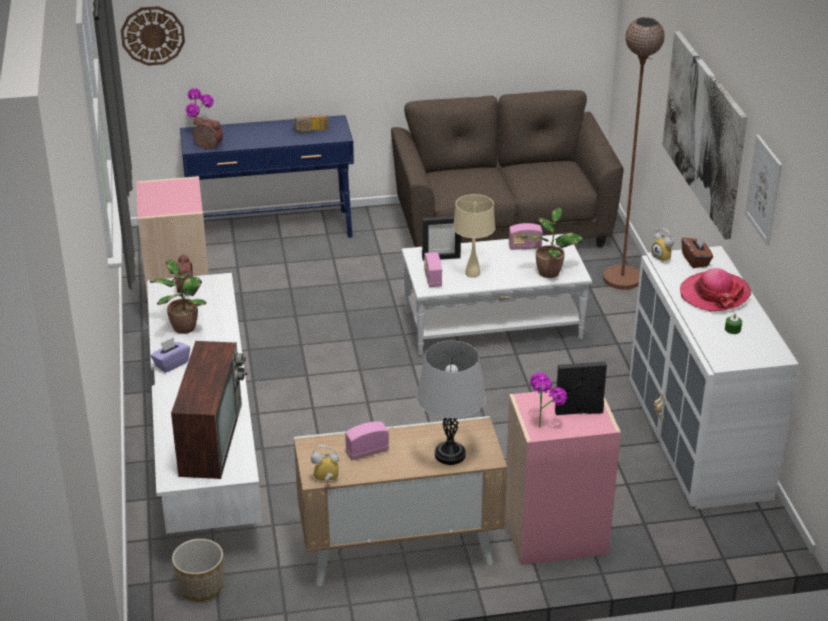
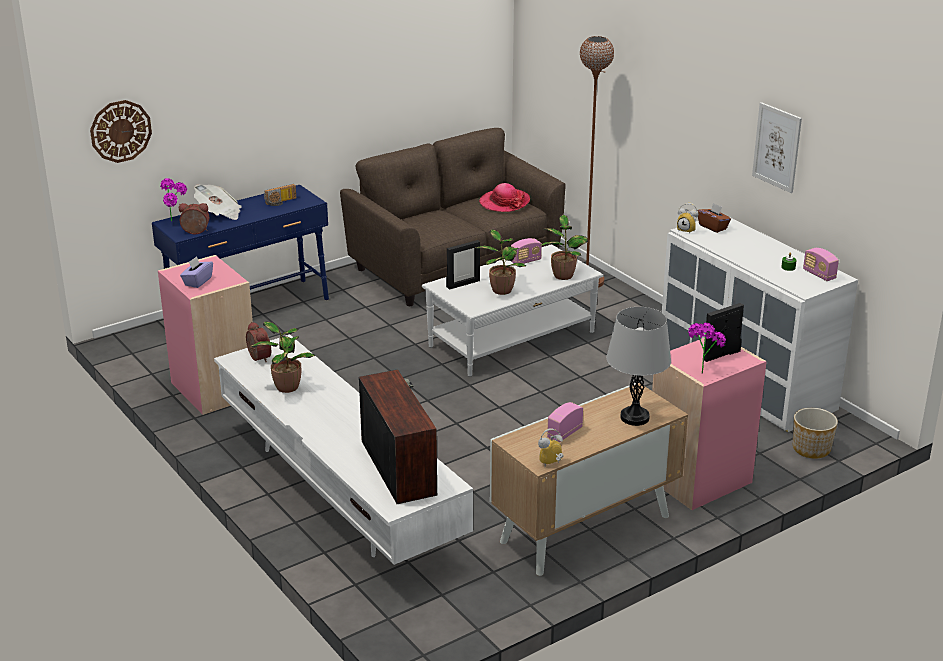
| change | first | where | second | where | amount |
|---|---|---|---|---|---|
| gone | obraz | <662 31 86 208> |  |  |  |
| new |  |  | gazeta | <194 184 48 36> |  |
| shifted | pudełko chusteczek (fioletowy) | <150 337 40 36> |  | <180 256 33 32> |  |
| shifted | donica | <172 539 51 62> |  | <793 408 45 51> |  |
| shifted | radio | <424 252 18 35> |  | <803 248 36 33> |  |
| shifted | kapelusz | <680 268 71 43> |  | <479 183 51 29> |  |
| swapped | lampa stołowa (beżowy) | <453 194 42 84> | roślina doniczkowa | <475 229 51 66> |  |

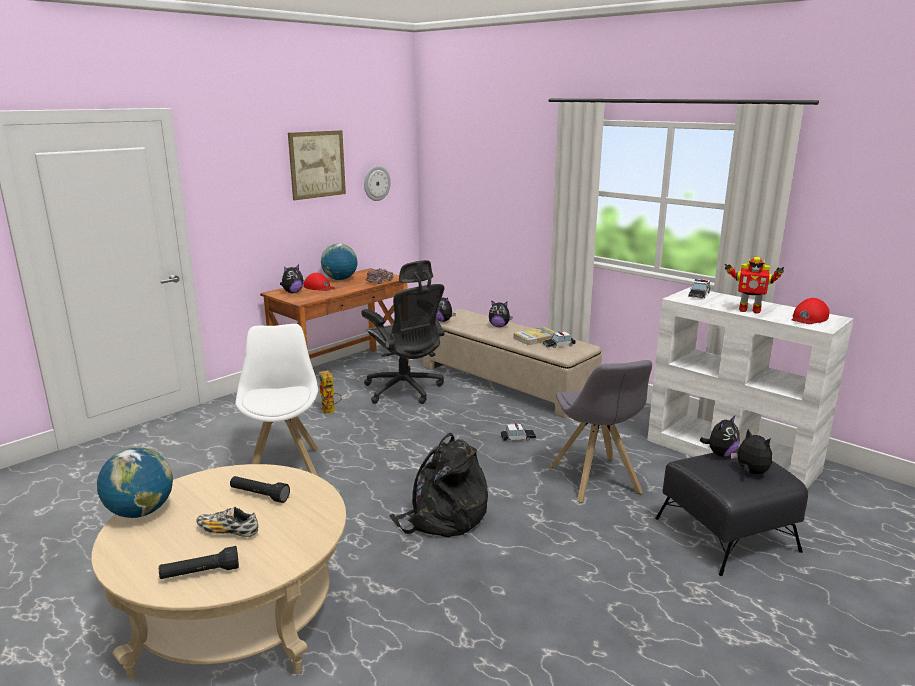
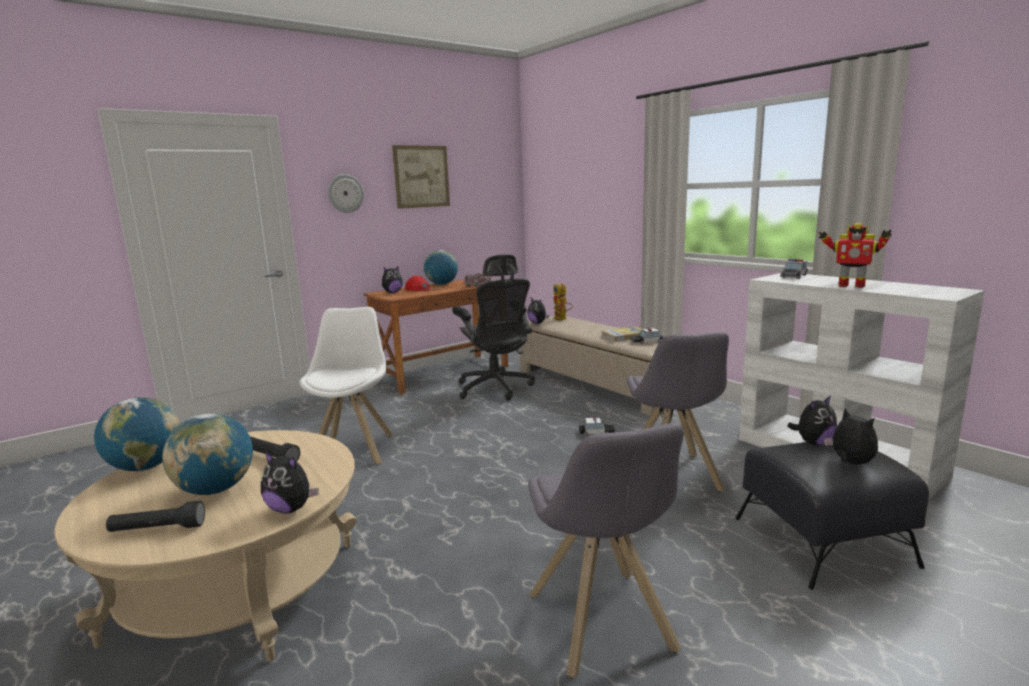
| change | first | where | second | where | amount |
|---|---|---|---|---|---|
| gone | plecak (czarny) | <389 432 99 106> |  |  |  |
| gone | czapka z daszkiem (czerwony) | <792 298 37 26> |  |  |  |
| new |  |  | krzesło (szary) | <528 423 156 256> |  |
| shifted | robot zabawkowy | <319 370 23 44> |  | <553 284 20 37> |  |
| shifted | zegar ścienny | <364 166 27 35> |  | <328 174 36 39> |  |
| shifted | pluszak | <489 301 24 26> |  | <261 452 58 61> |  |
| swapped | but | <196 507 62 30> | globus | <162 413 91 82> |  |

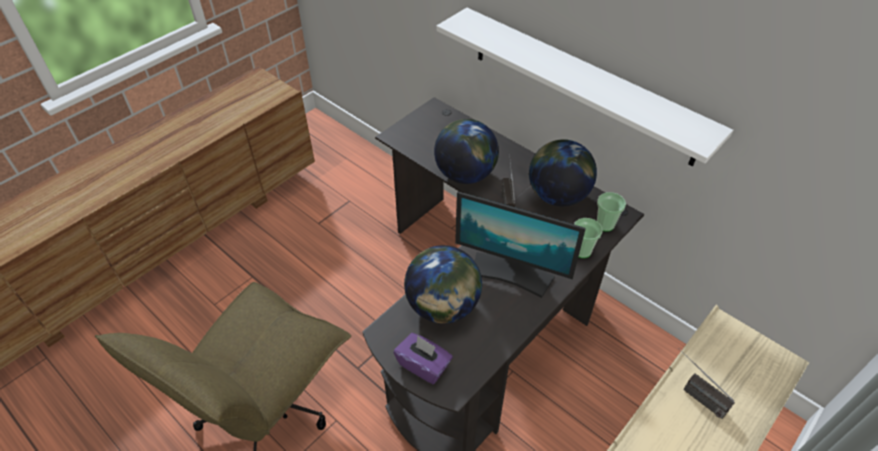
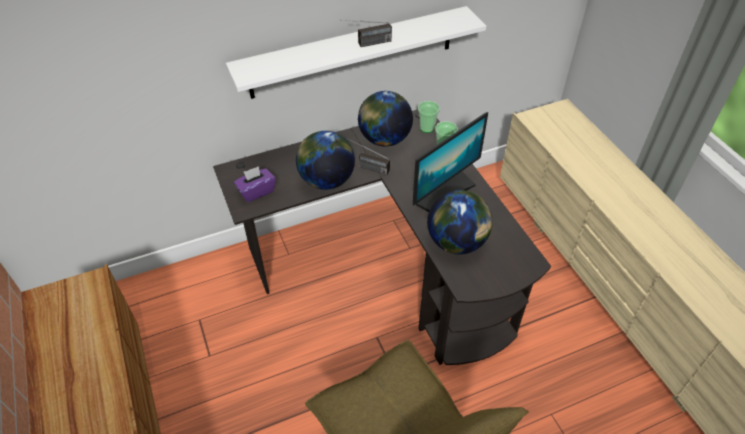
| change | first | where | second | where | amount |
|---|---|---|---|---|---|
| shifted | pudełko chusteczek (fioletowy) | <394 333 59 51> |  | <234 166 42 36> |  |
| shifted | radio | <679 349 56 70> |  | <340 20 52 27> |  |

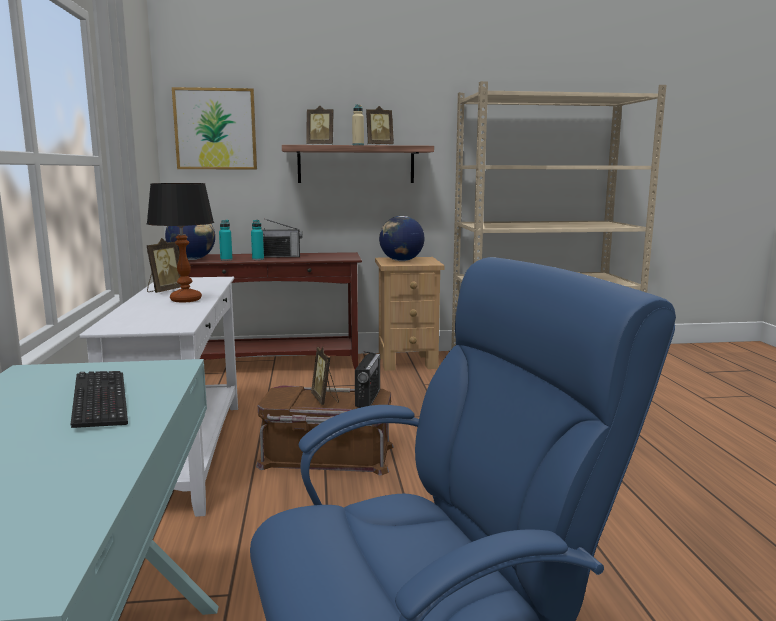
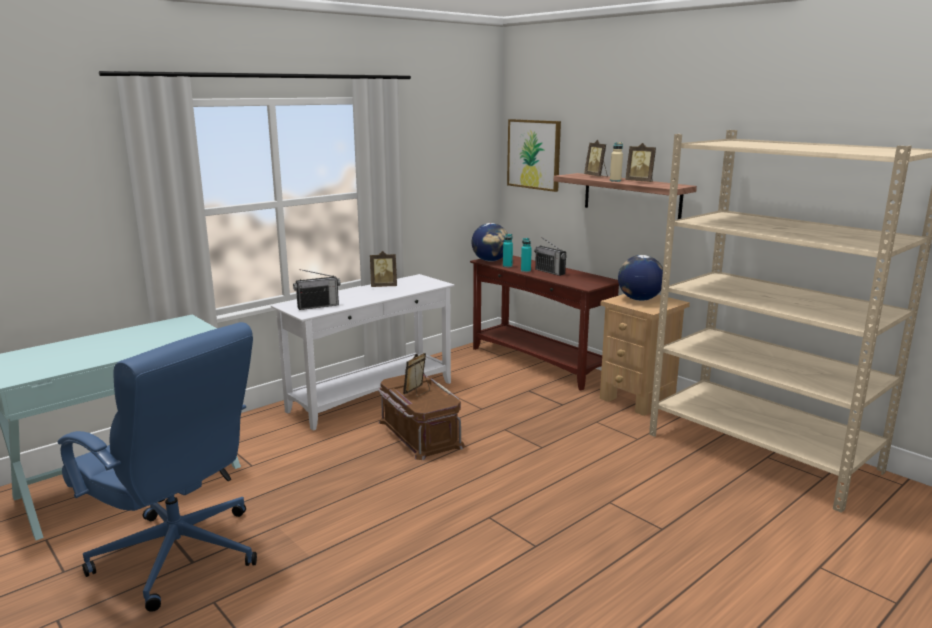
| change | first | where | second | where | amount |
|---|---|---|---|---|---|
| gone | klawiatura | <71 371 57 57> |  |  |  |
| gone | lampa stołowa | <147 183 67 120> |  |  |  |
| shifted | radio | <355 351 26 57> |  | <293 269 47 41> |  |

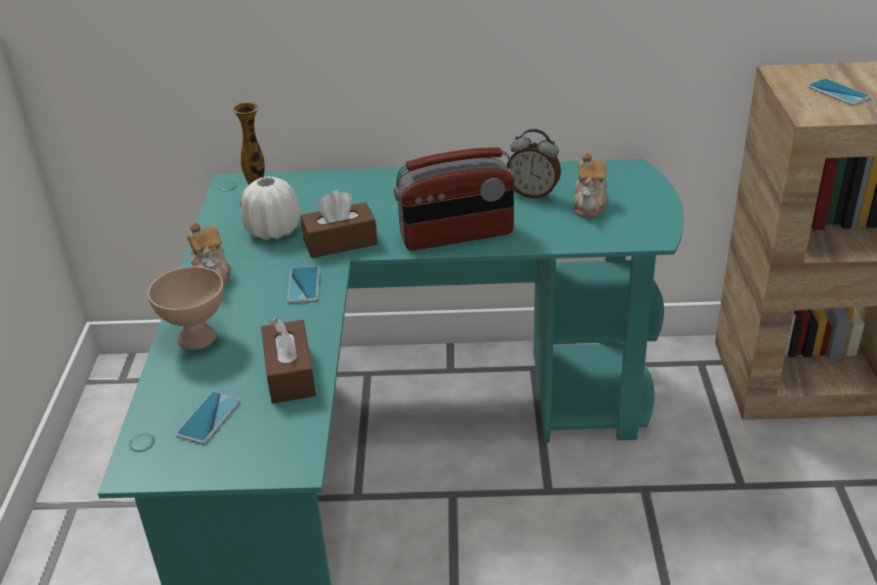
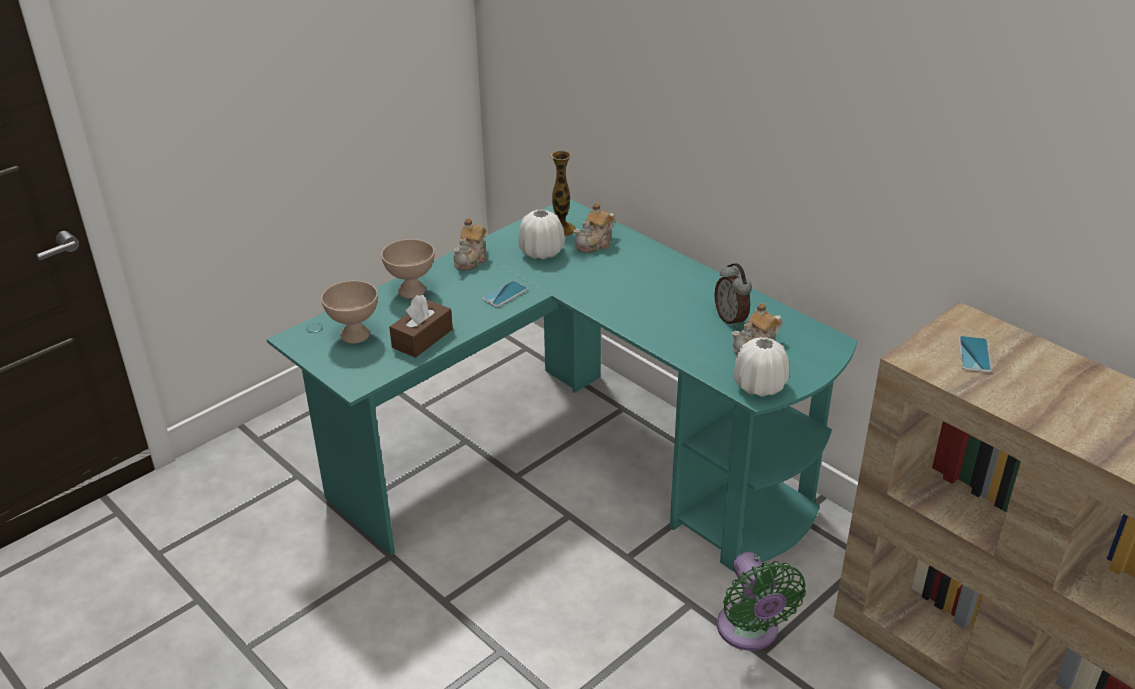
| change | first | where | second | where | amount |
|---|---|---|---|---|---|
| gone | pudełko chusteczek (brązowy) | <300 190 78 68> |  |  |  |
| gone | radio | <394 147 122 103> |  |  |  |
| new |  |  | imbryk | <574 202 41 51> |  |
| new |  |  | wentylator (zielony) | <717 552 89 99> |  |
| new |  |  | wazon (biały) | <734 337 56 60> |  |
| swapped | telefon | <176 391 64 53> | miska (beżowy) | <321 281 57 63> |  |

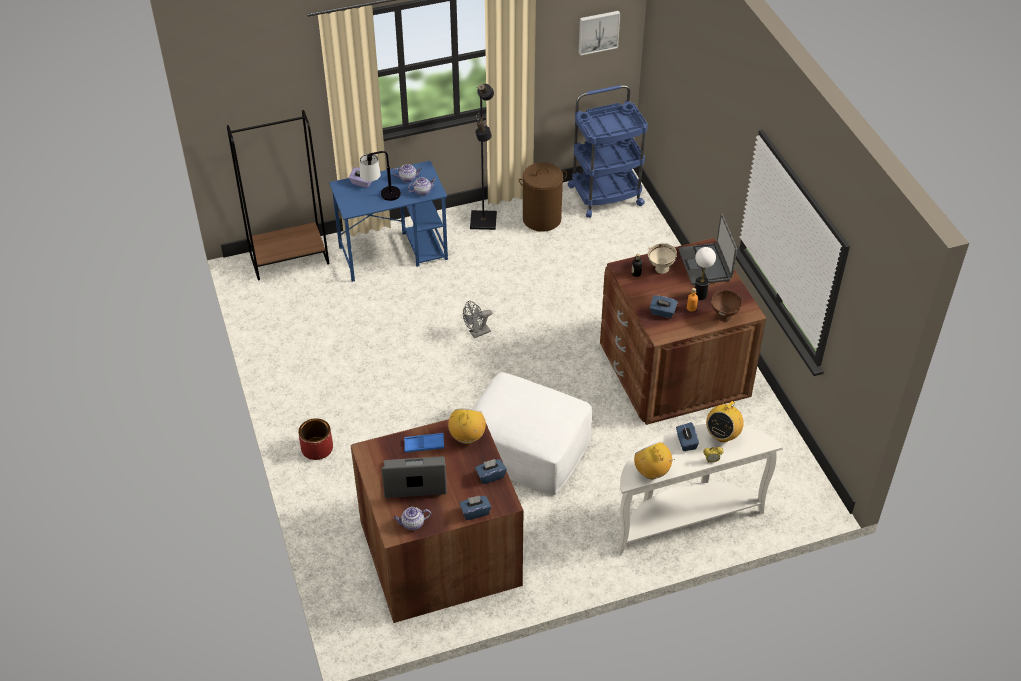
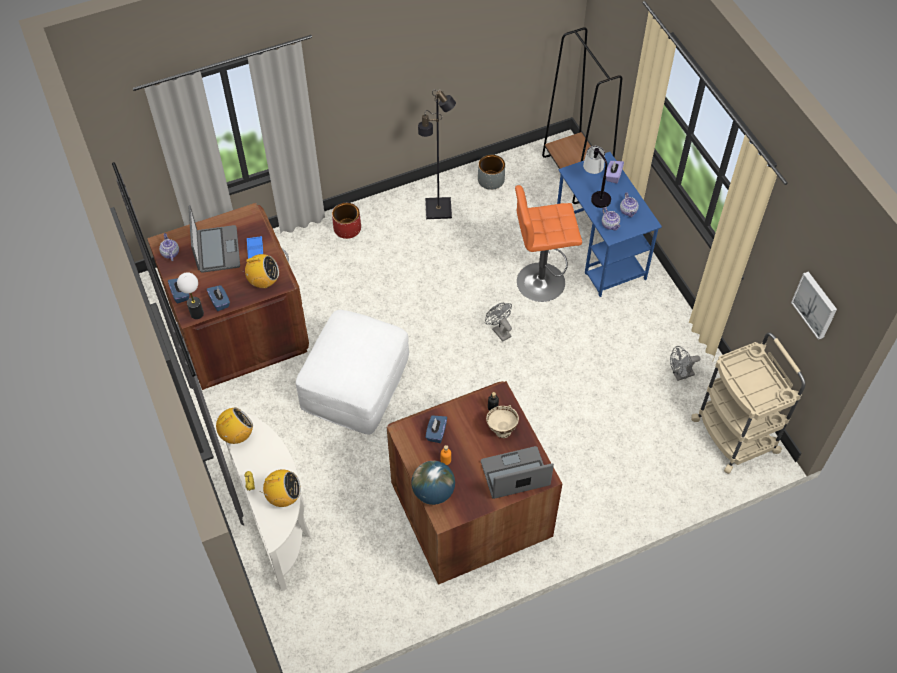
| change | first | where | second | where | amount |
|---|---|---|---|---|---|
| gone | pudełko chusteczek (niebieski) | <676 422 23 29> |  |  |  |
| new |  |  | donica (szary) | <478 155 27 35> |  |
| new |  |  | stołek (pomarańczowy) | <515 185 67 117> |  |
| shifted | lampa stojąca (czarny) | <470 84 27 146> |  | <418 90 38 129> |  |
| shifted | lampa stołowa | <695 247 21 53> |  | <177 272 27 47> |  |
| swapped | kosz na pranie (brązowy) | <519 162 48 70> | wentylator (szary) | <670 346 31 35> |  |
| swapped | miska (brązowy) | <711 290 32 31> | globus | <411 461 44 44> |  |
| repainted | wózek (niebieski) | <568 85 80 133> | wózek (beżowy) | <691 332 114 142> |  |
| rotated | radio | <706 398 38 44> |  | <263 469 38 38> | 150 degrees clockwise |

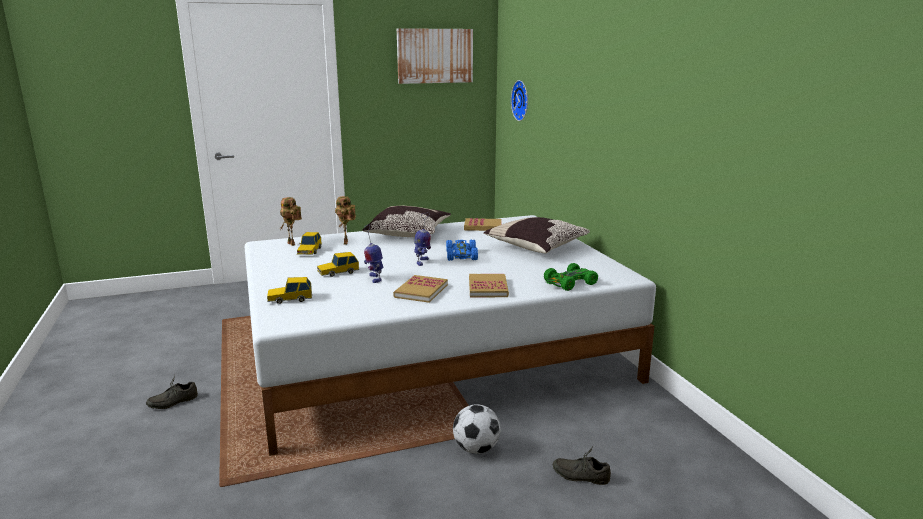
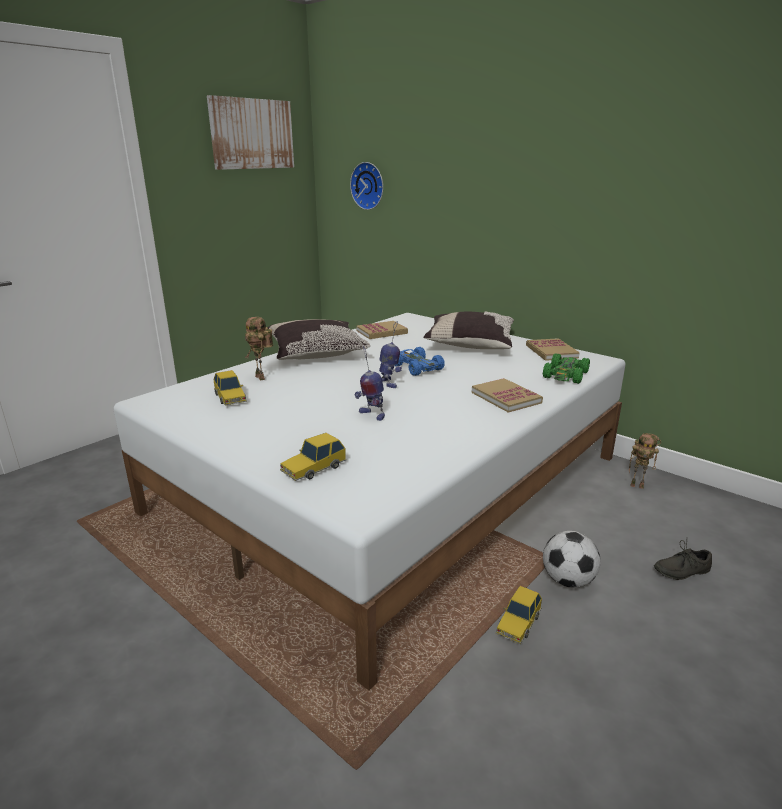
| change | first | where | second | where | amount |
|---|---|---|---|---|---|
| gone | but (szary) | <146 375 52 34> |  |  |  |
| shifted | robot zabawkowy | <280 197 22 49> |  | <629 433 32 56> |  |
| shifted | samochodzik | <317 252 42 25> |  | <496 586 46 58> |  |
| shifted | książka | <393 275 55 28> |  | <526 338 54 23> |  |

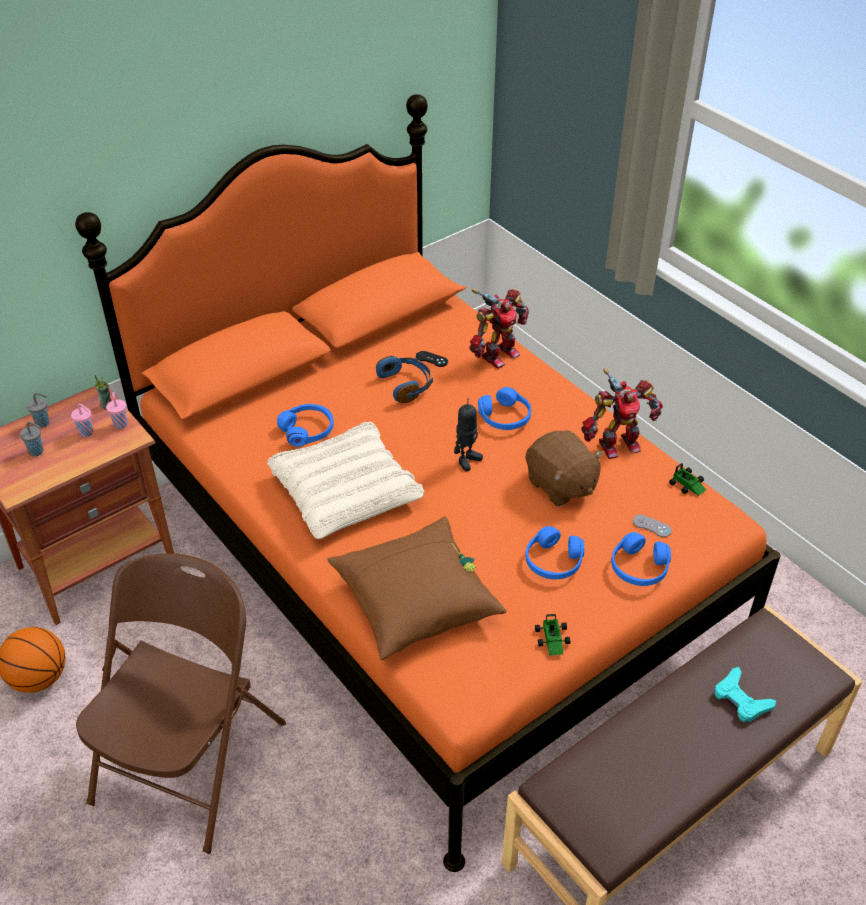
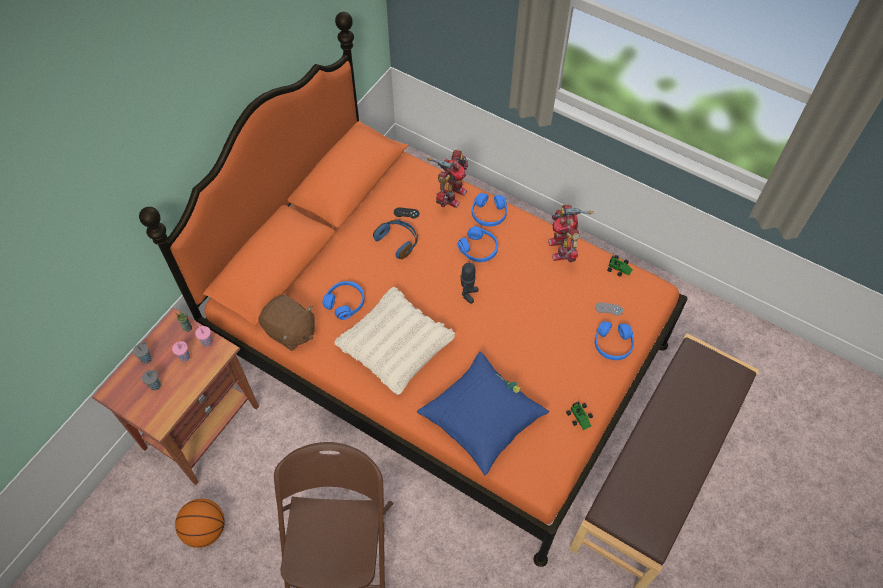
| change | first | where | second | where | amount |
|---|---|---|---|---|---|
| gone | pad do gier (turkusowy) | <715 667 61 55> |  |  |  |
| shifted | słuchawki (niebieski) | <525 526 59 53> |  | <472 193 35 34> |  |
| shifted | pluszak (brązowy) | <526 430 78 76> |  | <258 294 57 57> |  |
| repainted | poduszka (brązowy) | <327 516 180 144> | poduszka (niebieski) | <417 351 132 124> |  |
| rotated | robot zabawkowy | <581 369 82 90> |  | <548 204 46 58> | 120 degrees clockwise |

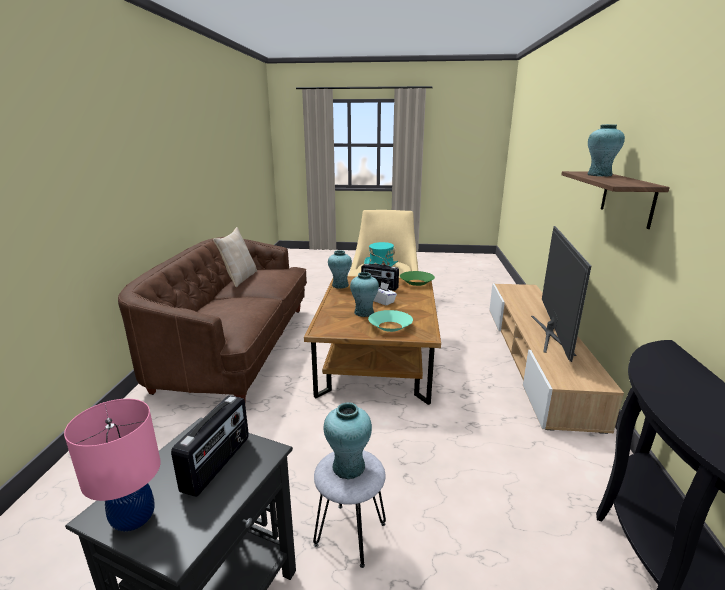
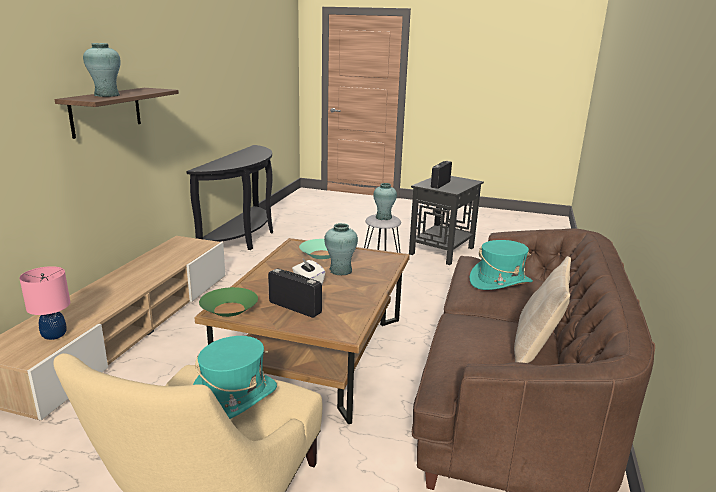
| change | first | where | second | where | amount |
|---|---|---|---|---|---|
| gone | wazon (turkusowy) | <328 250 24 39> |  |  |  |
| gone | telewizor | <531 226 60 136> |  |  |  |
| new |  |  | kapelusz (turkusowy) | <470 240 63 50> |  |
| shifted | lampa stołowa (różowy) | <64 399 97 133> |  | <19 266 51 74> |  |

